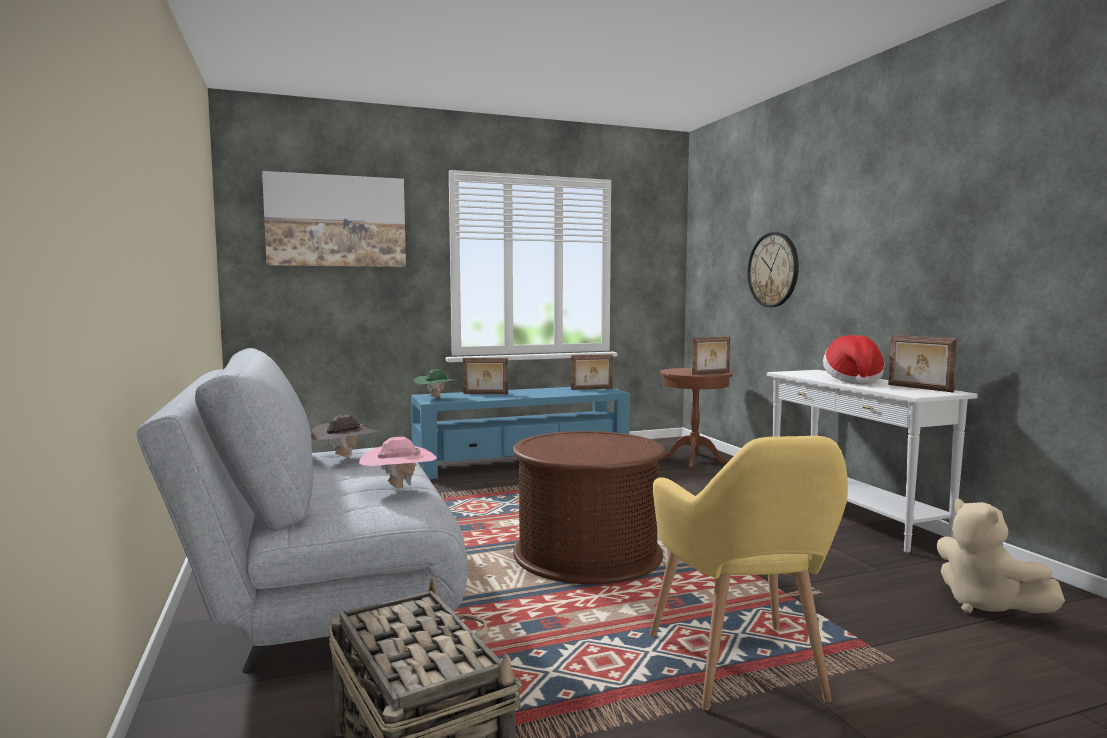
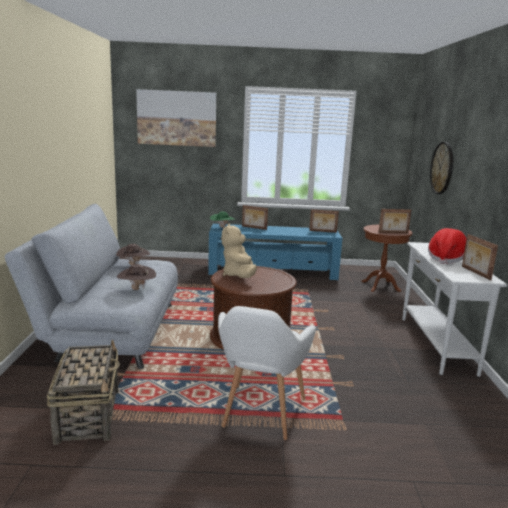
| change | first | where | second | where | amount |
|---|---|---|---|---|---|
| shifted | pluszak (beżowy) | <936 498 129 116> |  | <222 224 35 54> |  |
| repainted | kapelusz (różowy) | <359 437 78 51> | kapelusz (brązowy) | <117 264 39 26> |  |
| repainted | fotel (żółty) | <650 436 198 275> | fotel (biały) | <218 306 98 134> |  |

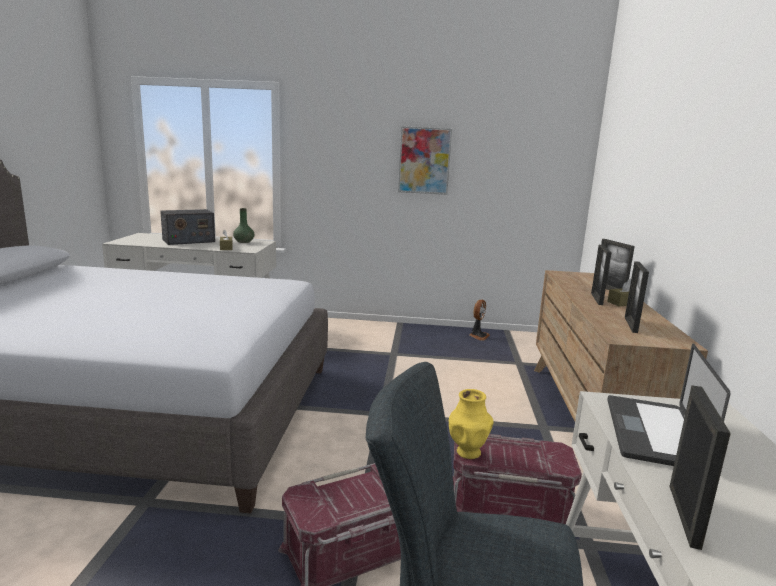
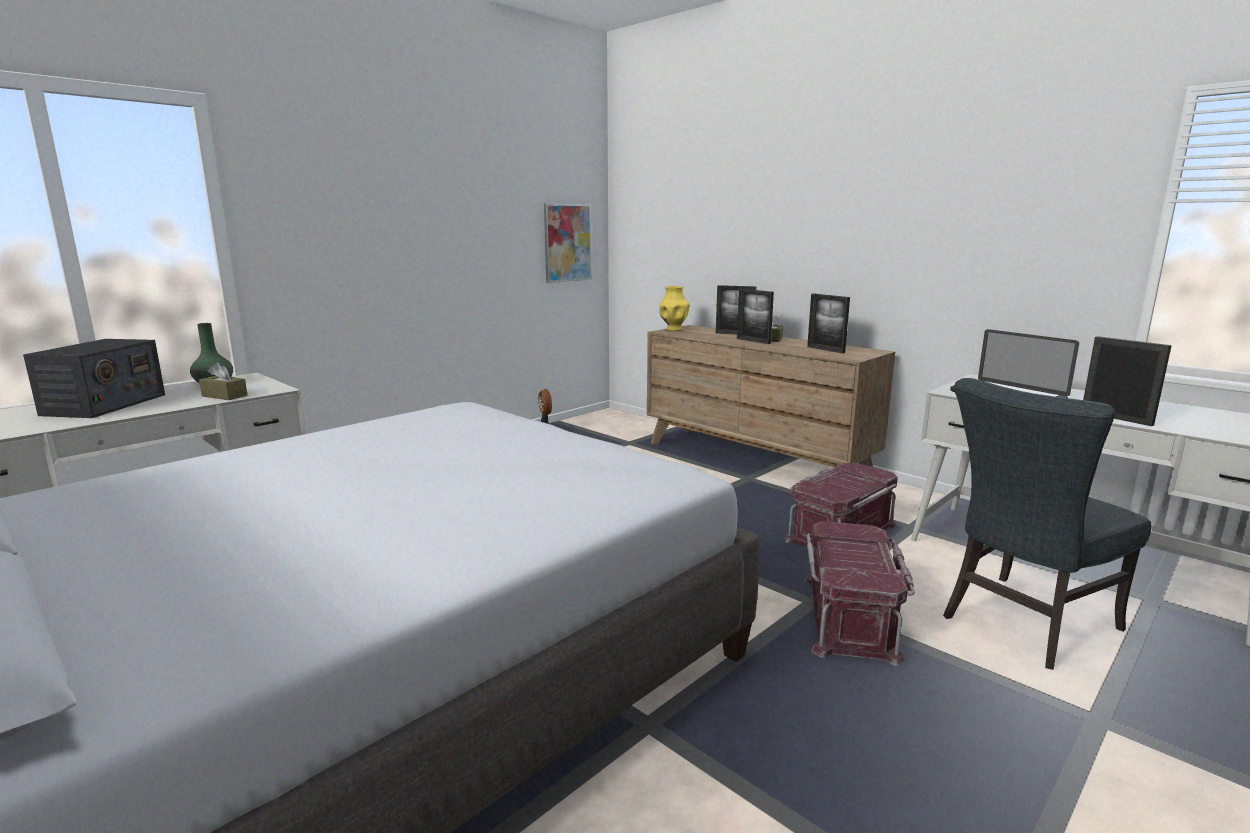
| change | first | where | second | where | amount |
|---|---|---|---|---|---|
| shifted | obraz | <398 126 54 69> |  | <544 203 48 80> |  |
| shifted | wazon (żółty) | <449 389 45 70> |  | <659 286 30 45> |  |

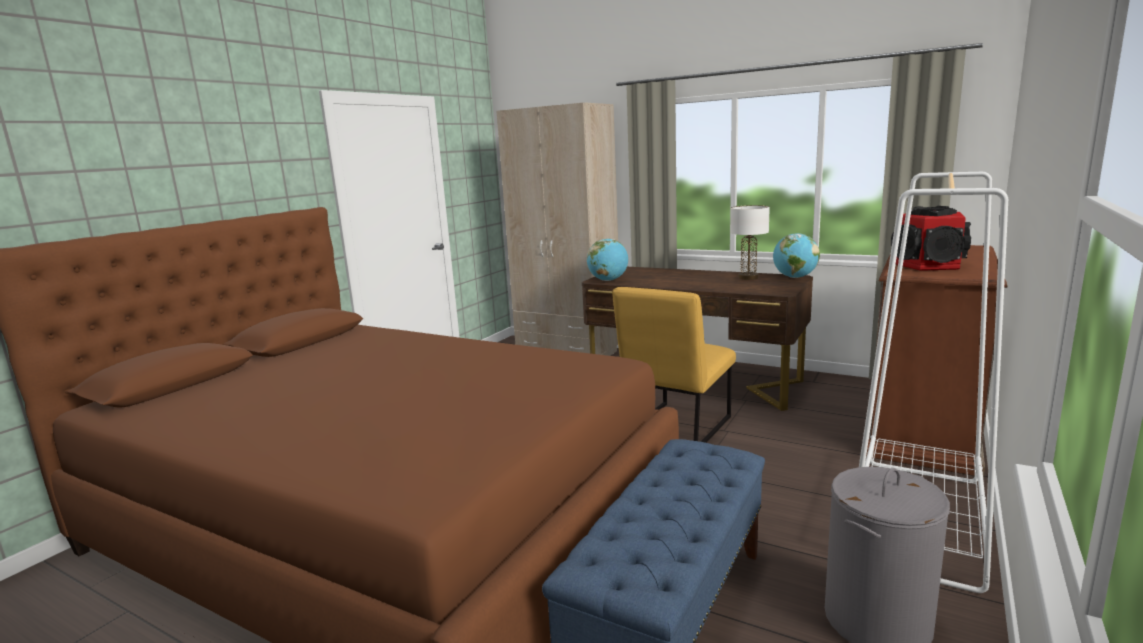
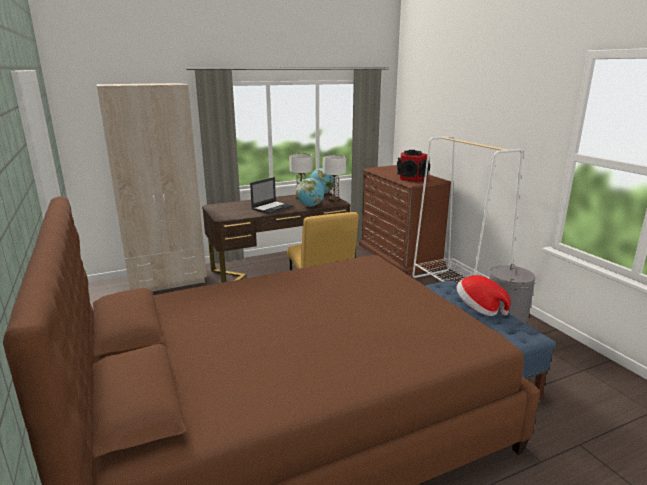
| change | first | where | second | where | amount |
|---|---|---|---|---|---|
| new |  |  | laptop | <250 177 44 37> |  |
| new |  |  | lampa stołowa | <323 155 23 47> |  |
| new |  |  | kapelusz | <457 275 54 41> |  |
| shifted | globus | <587 238 41 43> |  | <296 178 28 29> |  |

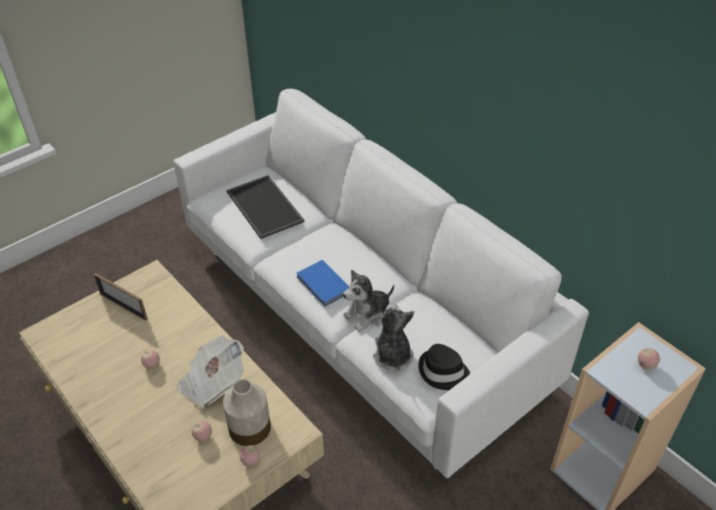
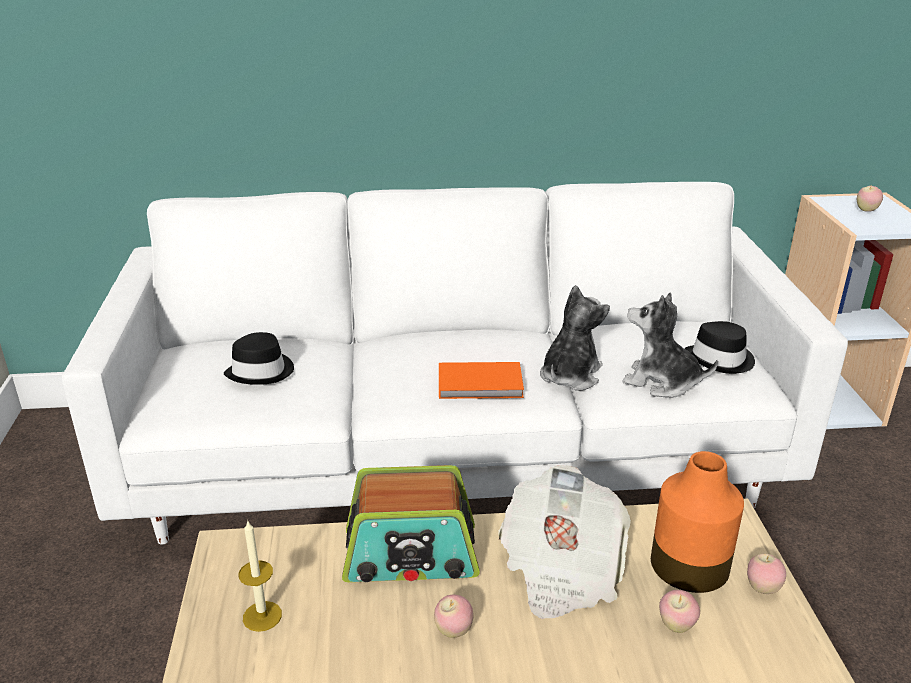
| change | first | where | second | where | amount |
|---|---|---|---|---|---|
| new |  |  | radio | <342 465 138 117> |  |
| swapped | ramka na zdjęcie | <93 273 55 48> | świeca | <238 520 44 112> |  |
| swapped | taca | <227 175 77 64> | kapelusz (czarny) | <224 332 70 53> |  |
| repainted | wazon (beżowy) | <223 379 48 67> | wazon (pomarańczowy) | <651 451 93 142> |  |
| repainted | książka (niebieski) | <296 260 53 47> | książka (pomarańczowy) | <439 362 85 37> |  |
| rotated | pluszak | <343 269 51 63> |  | <540 285 70 106> | 150 degrees counterclockwise |

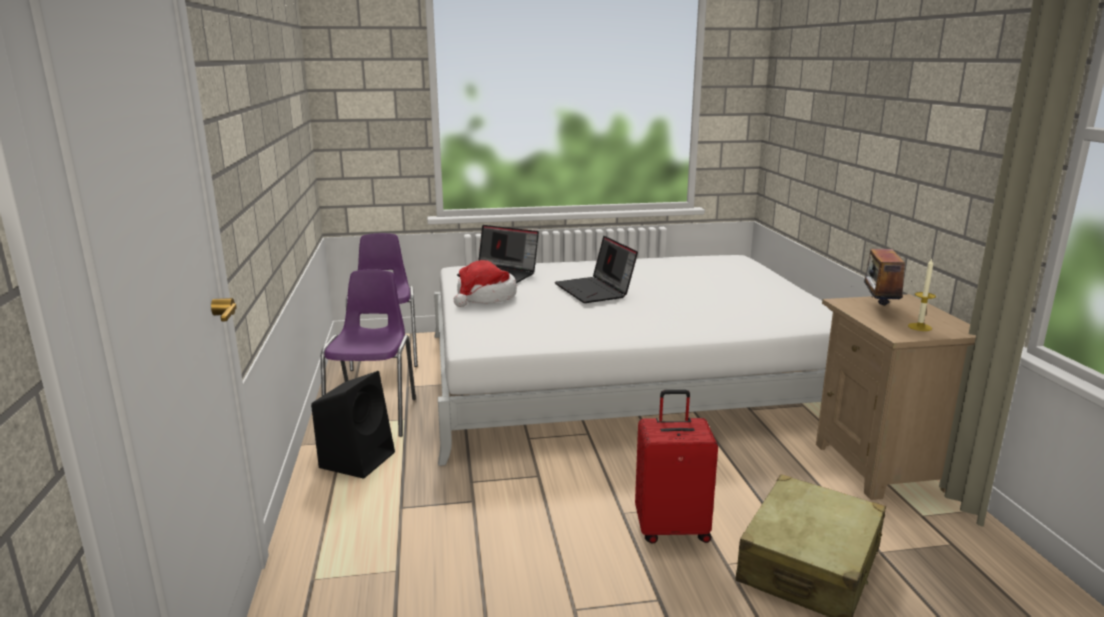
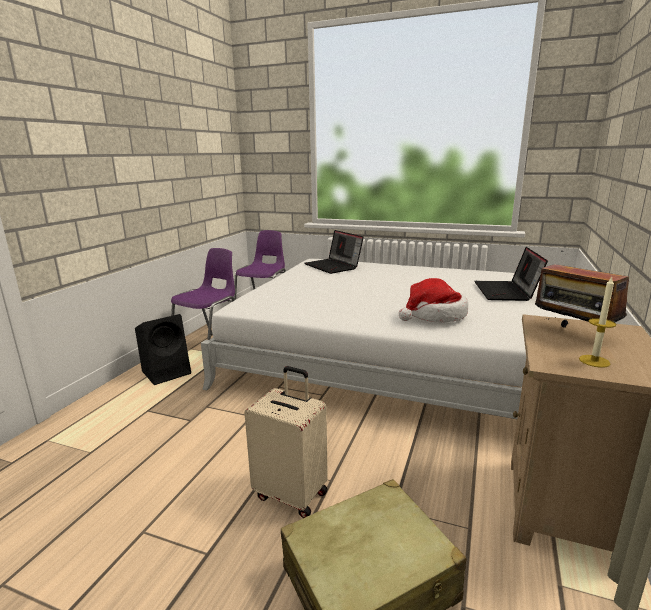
| change | first | where | second | where | amount |
|---|---|---|---|---|---|
| shifted | kapelusz | <454 260 63 47> |  | <399 278 69 44> |  |
| shifted | laptop | <555 236 83 67> |  | <475 247 73 54> |  |
| repainted | walizka (czerwony) | <635 389 83 154> | walizka (beżowy) | <244 366 84 152> |  |
| rotated | radio | <864 235 48 71> |  | <535 251 94 77> | 75 degrees counterclockwise |

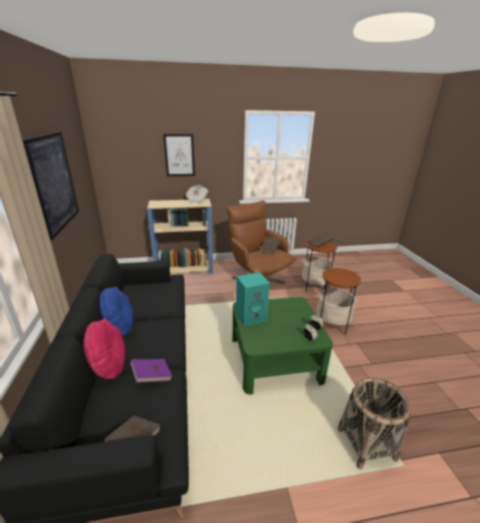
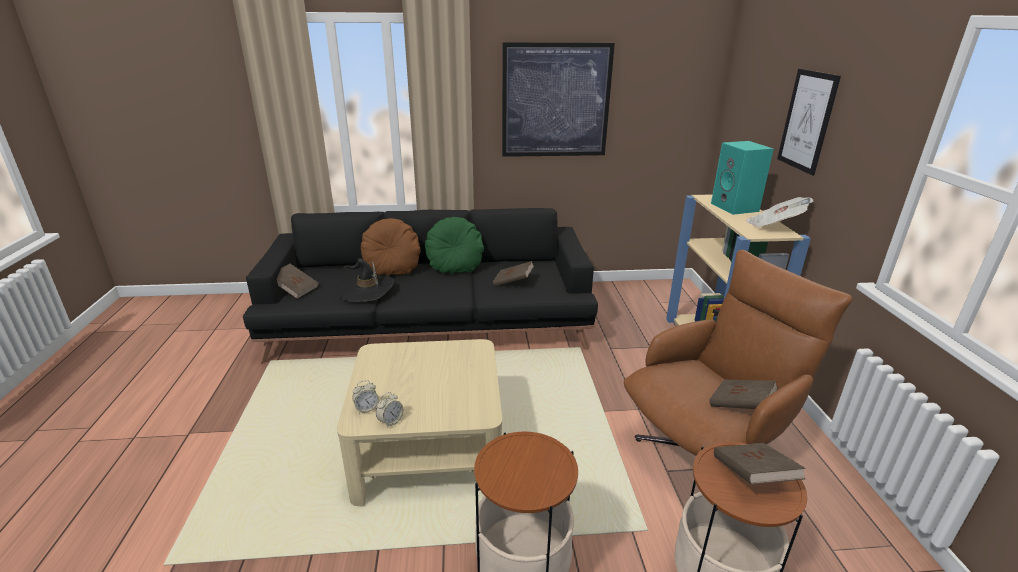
| change | first | where | second | where | amount |
|---|---|---|---|---|---|
| gone | koszyk | <338 377 73 93> |  |  |  |
| new |  |  | książka (brązowy) | <493 261 41 25> |  |
| shifted | głośnik (turkusowy) | <236 272 34 54> |  | <711 141 63 74> |  |
| swapped | książka (fioletowy) | <130 359 42 24> | kapelusz (czarny) | <337 258 57 44> |  |
| repainted | poduszka (różowy) | <83 319 43 60> | poduszka (brązowy) | <361 218 60 57> |  |
| repainted | poduszka (niebieski) | <99 287 34 49> | poduszka (zielony) | <425 217 59 56> |  |
| repainted | ława (zielony) | <233 297 100 97> | ława (beżowy) | <337 339 165 167> |  |

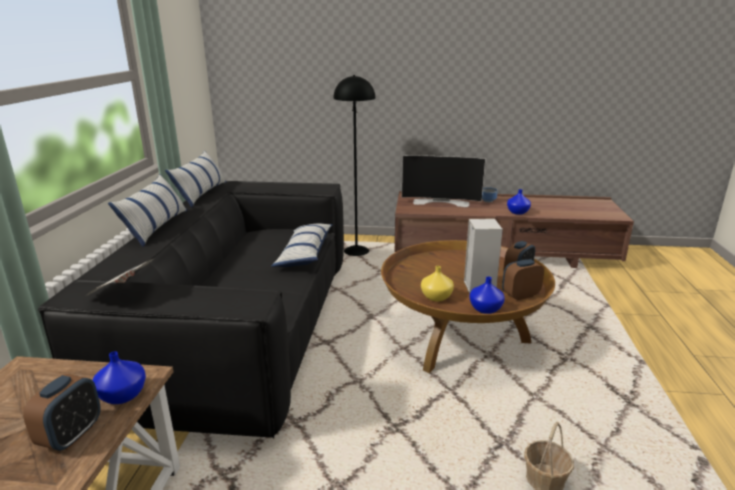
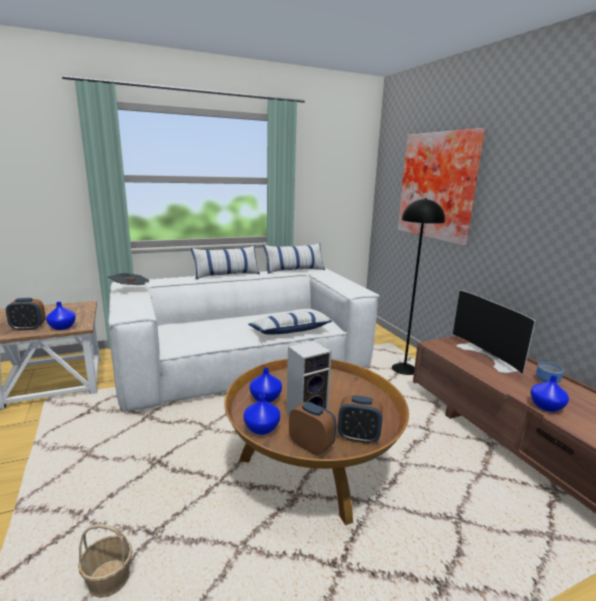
| change | first | where | second | where | amount |
|---|---|---|---|---|---|
| new |  |  | obraz | <398 128 87 118> |  |
| repainted | kanapa (czarny) | <38 181 306 258> | kanapa (biały) | <109 268 271 144> |  |
| repainted | wazon (żółty) | <421 266 33 36> | wazon (niebieski) | <250 367 32 36> |  |

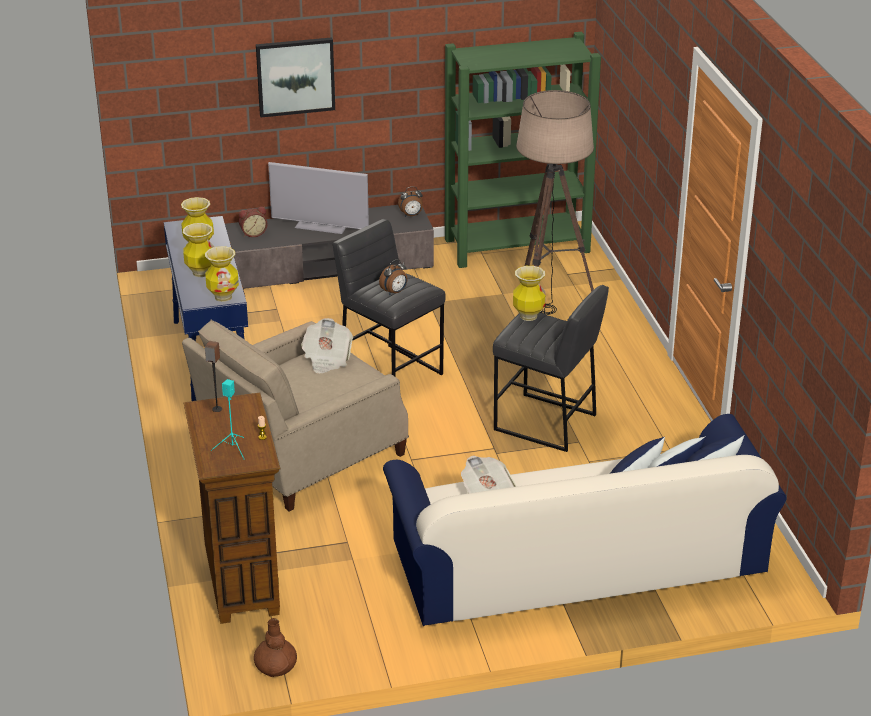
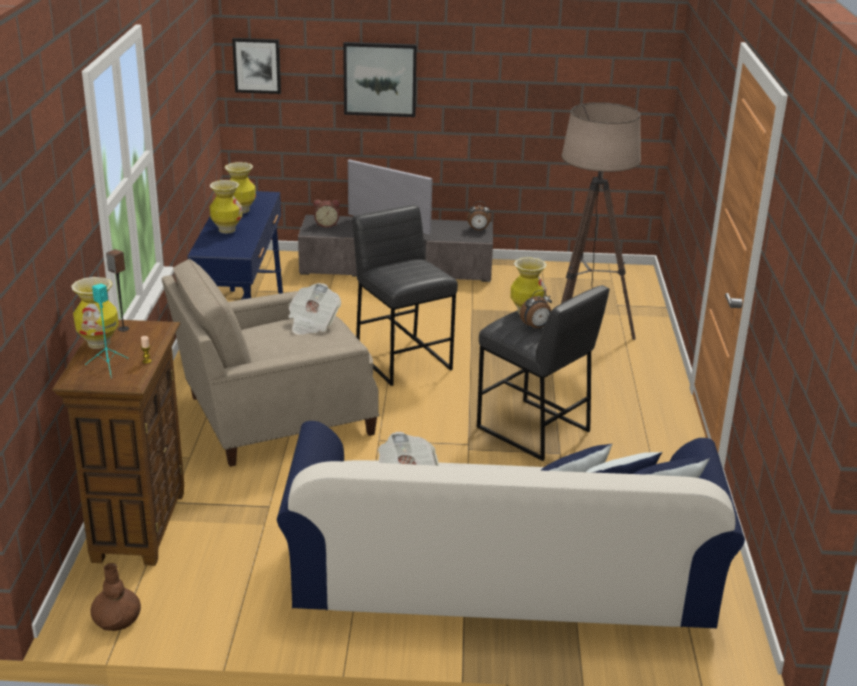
| change | first | where | second | where | amount |
|---|---|---|---|---|---|
| gone | regał (zielony) | <445 32 156 236> |  |  |  |
| new |  |  | obraz | <232 38 49 56> |  |
| shifted | wazon | <205 246 34 56> |  | <71 277 48 72> |  |
| shifted | budzik | <379 259 29 36> |  | <520 290 32 39> |  |

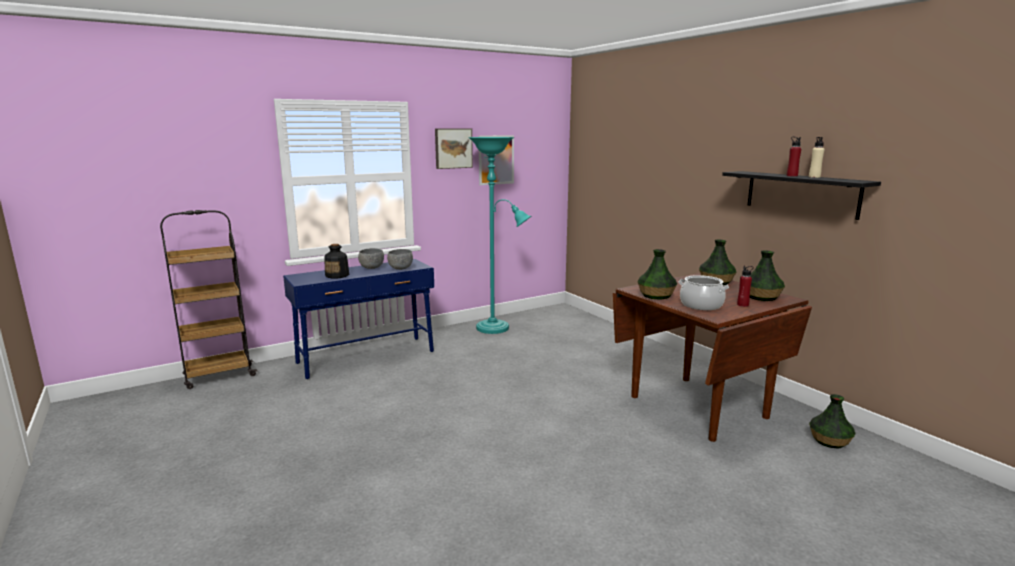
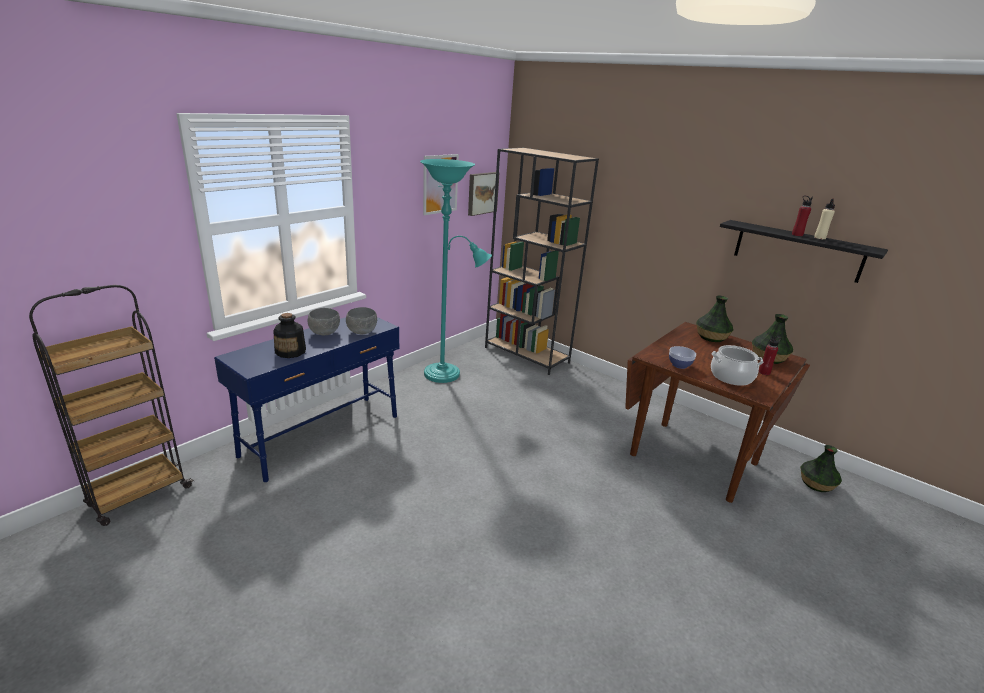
| change | first | where | second | where | amount |
|---|---|---|---|---|---|
| new |  |  | regał | <485 148 114 227> |  |
| shifted | obraz | <435 129 38 40> |  | <468 172 31 44> |  |
| swapped | wazon | <637 249 40 50> | miska | <669 346 27 23> |  |

